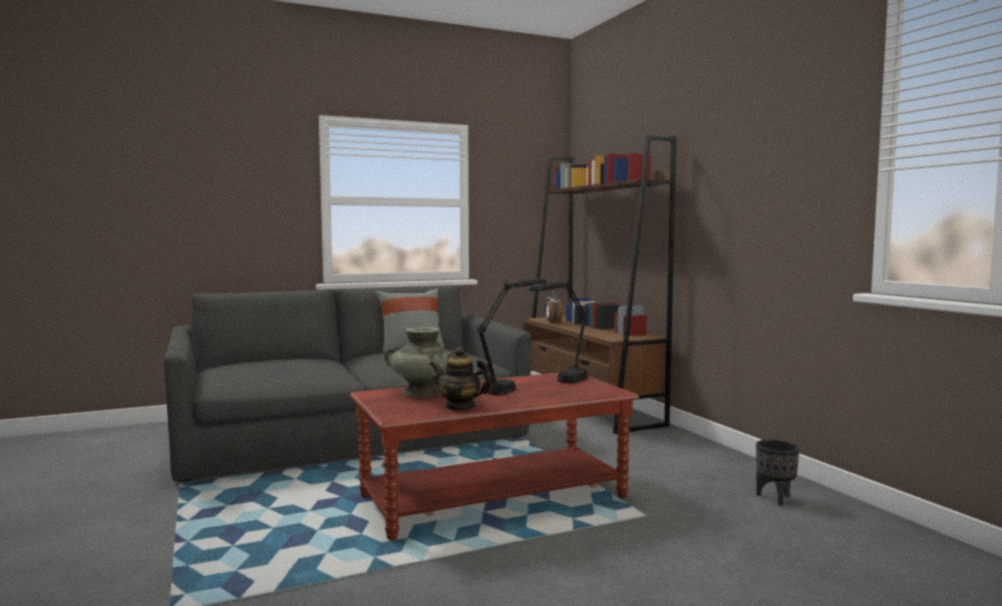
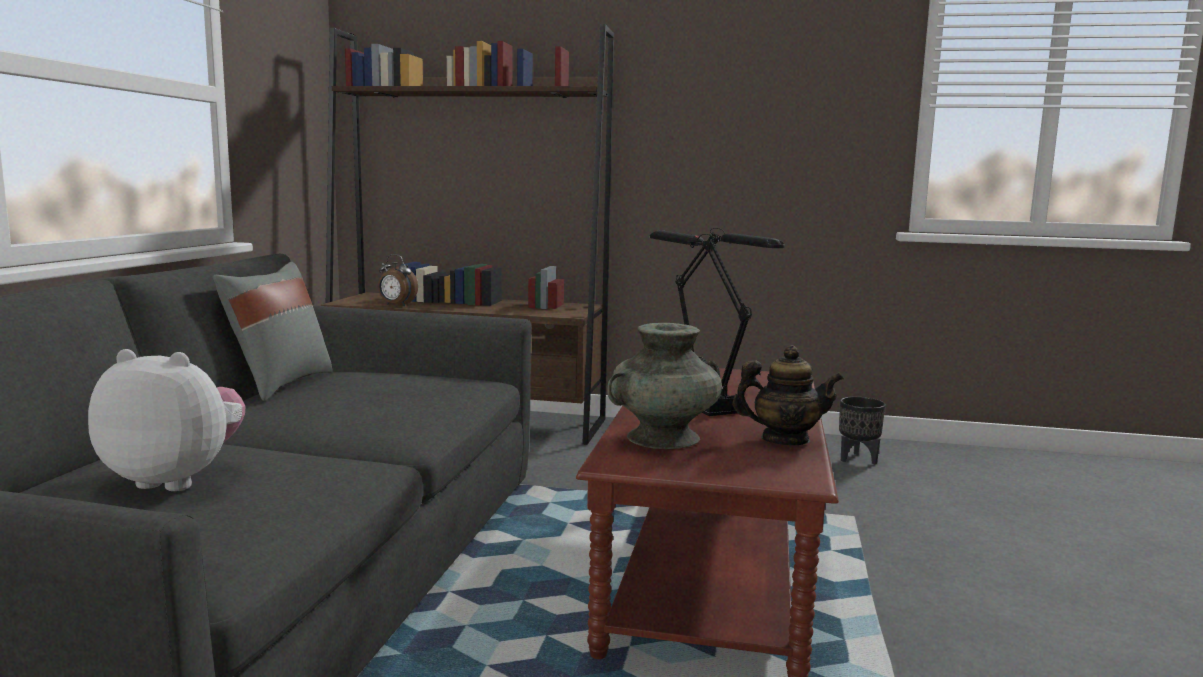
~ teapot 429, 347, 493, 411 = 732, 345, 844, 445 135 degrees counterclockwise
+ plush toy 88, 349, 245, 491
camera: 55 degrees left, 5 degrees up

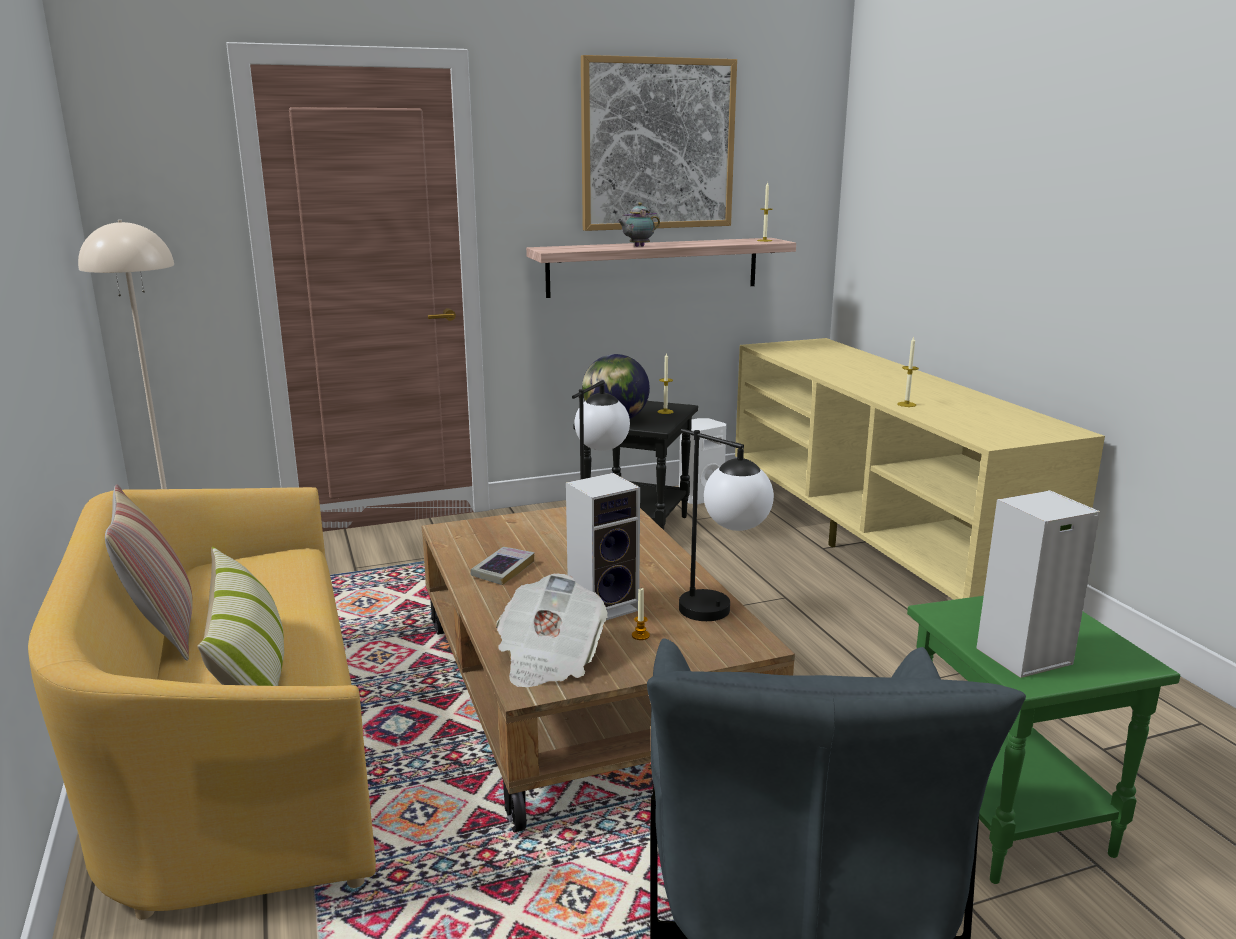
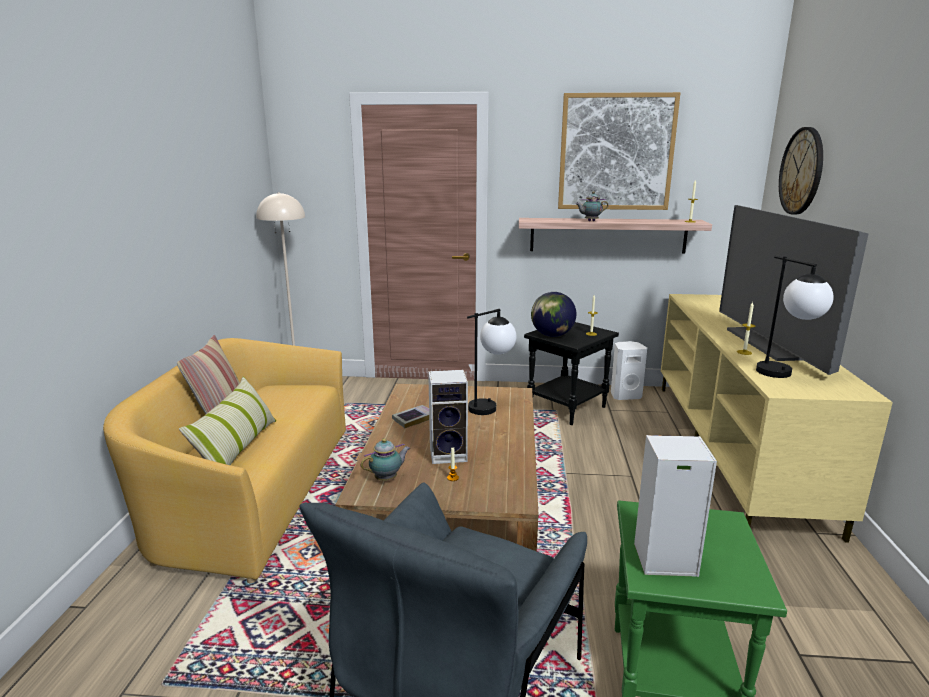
~ newspaper 496, 573, 608, 687 to teapot 361, 438, 410, 481
~ table lamp 679, 428, 774, 621 to 756, 256, 834, 378
+ television 719, 205, 869, 375
+ wall clock 779, 127, 823, 215
camera: 25 degrees right, 0 degrees up

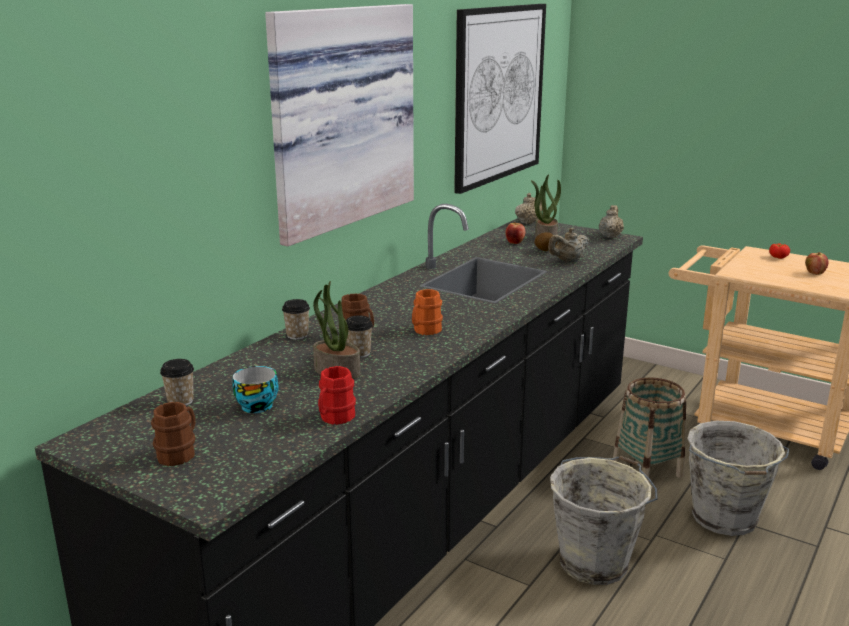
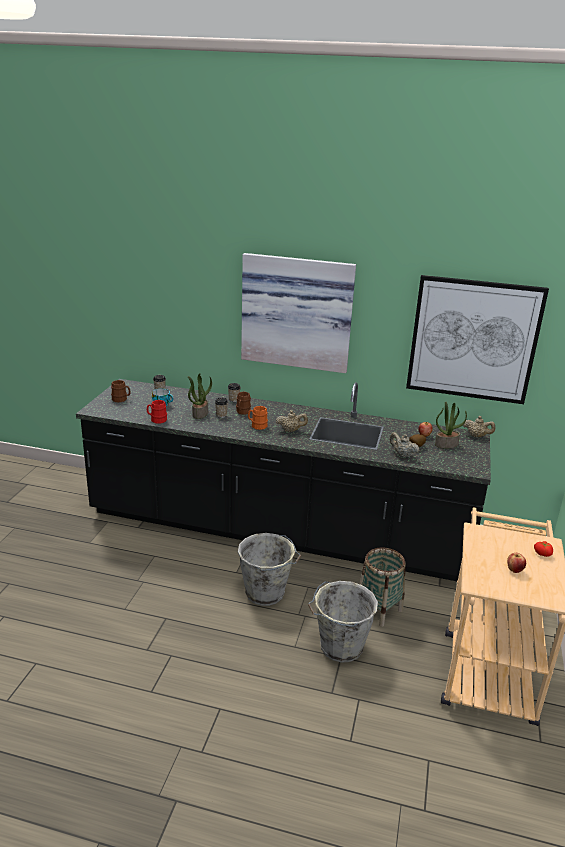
~ beige teapot 599, 205, 624, 238 to 276, 410, 308, 432
camera: 70 degrees right, 5 degrees up

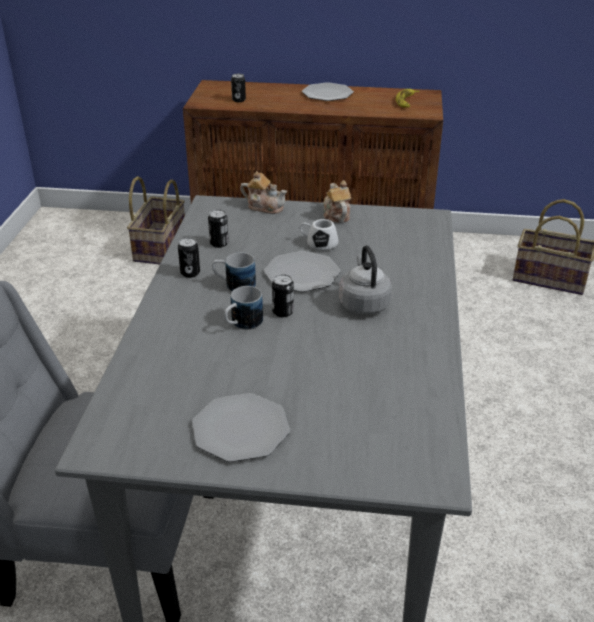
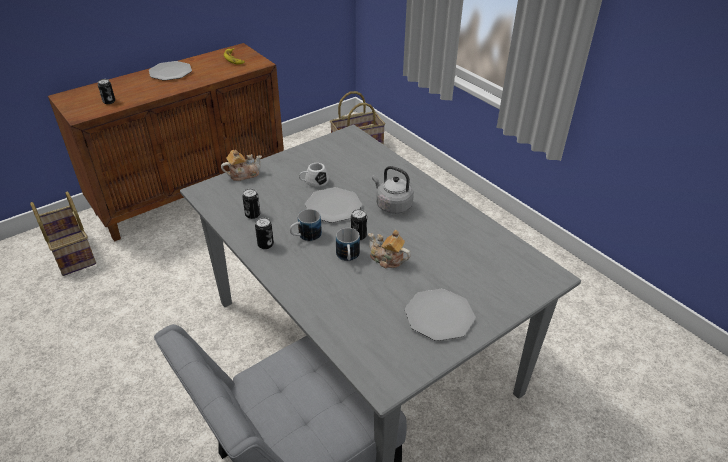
~ teapot 323, 180, 351, 223 to 368, 230, 411, 268
camera: 45 degrees left, 5 degrees up

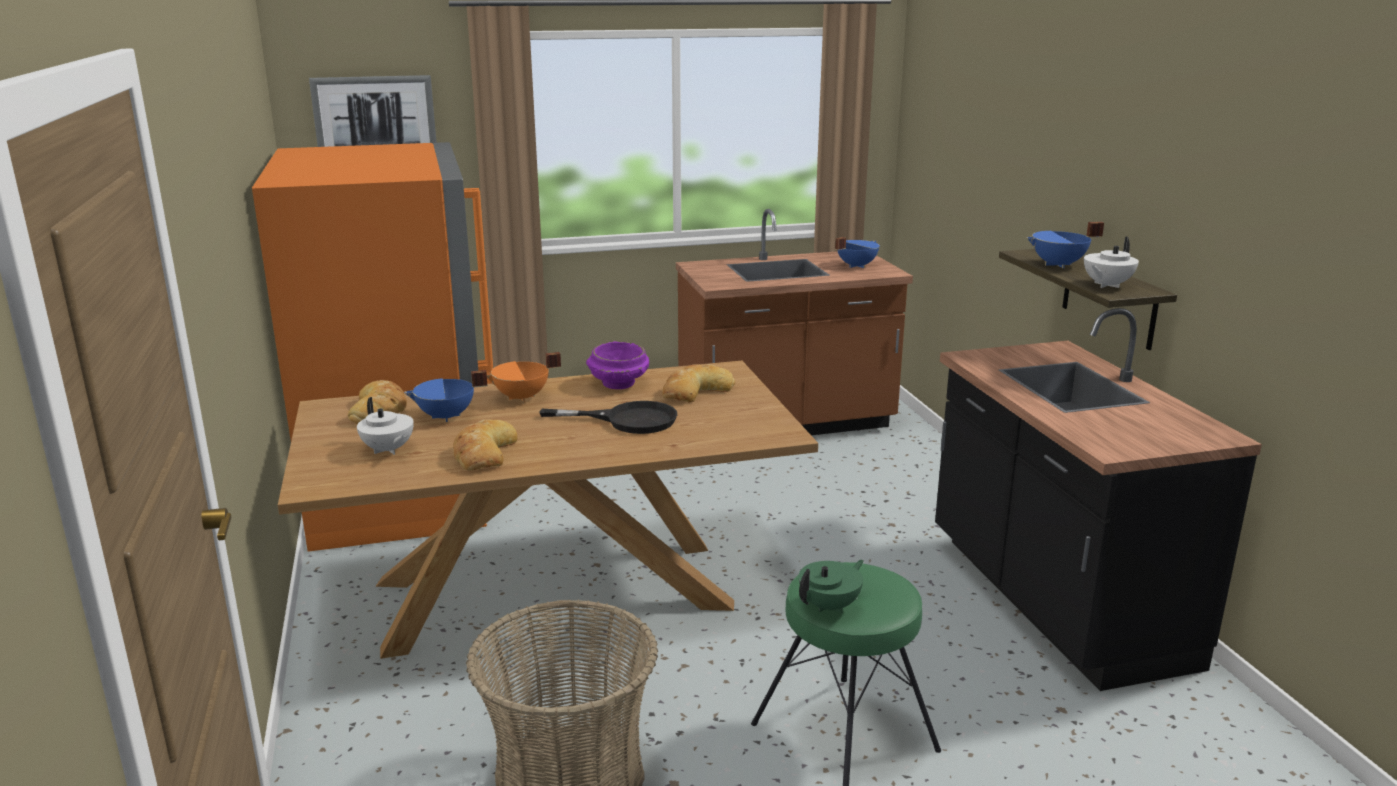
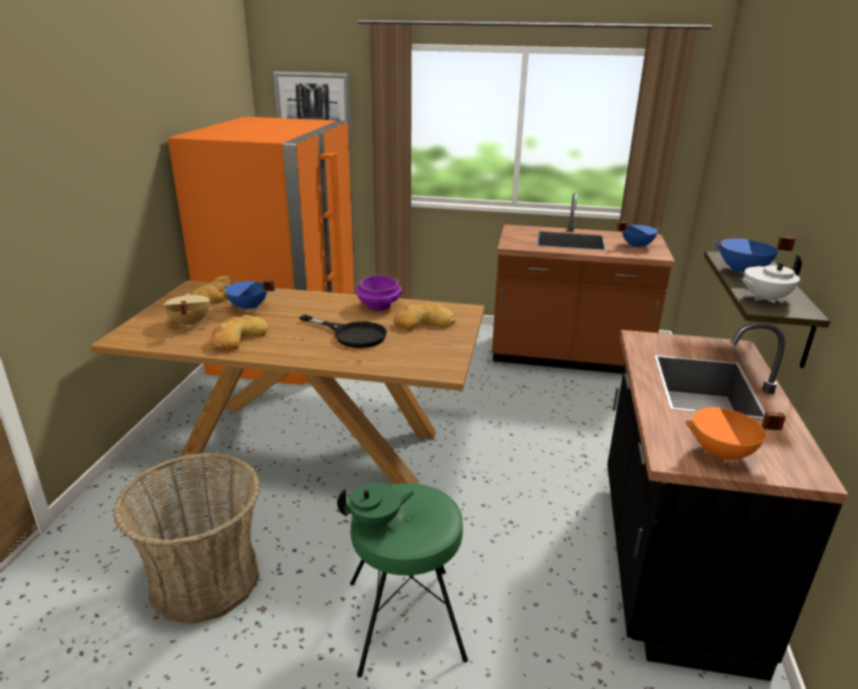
~ white teapot 357, 397, 414, 455 to beige cooking pot 163, 293, 210, 327
~ orange cooking pot 487, 352, 561, 402 to 684, 407, 786, 463
camera: 25 degrees right, 5 degrees up

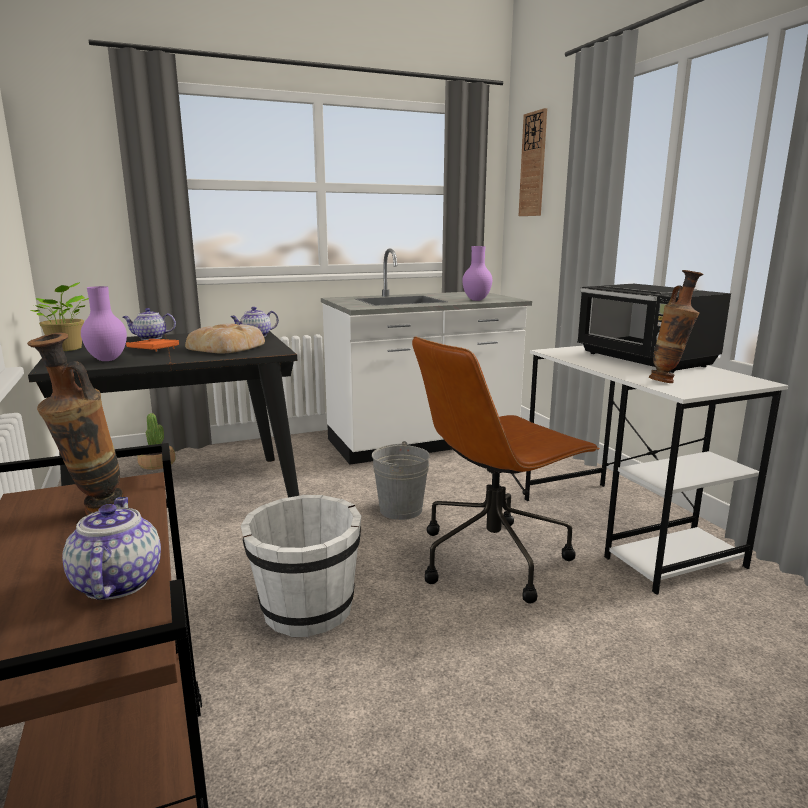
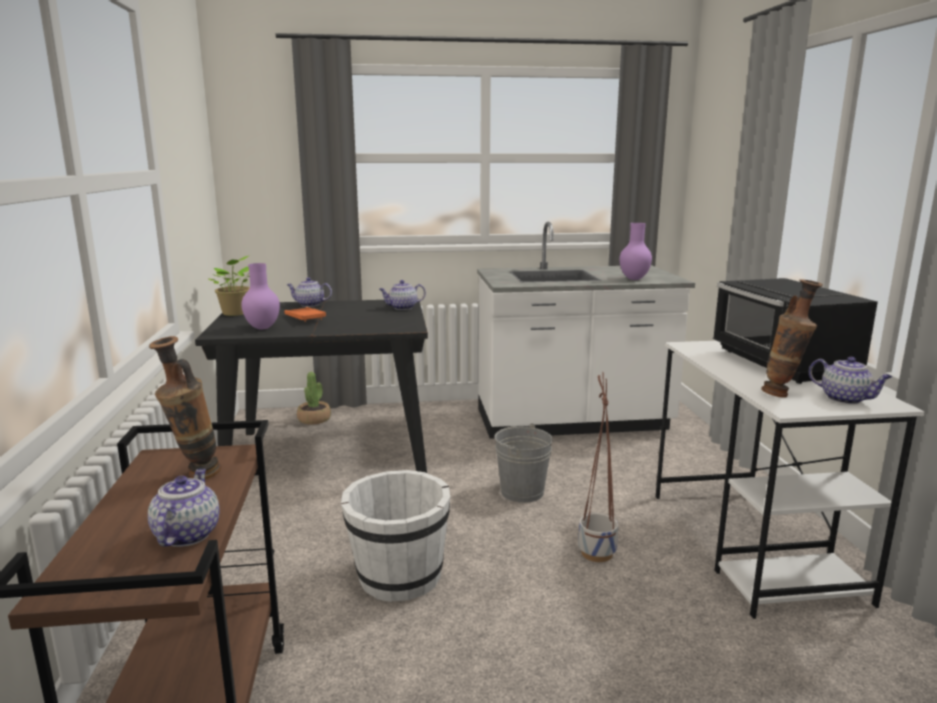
- bread 185, 324, 265, 354
~ brown office chair 412, 336, 600, 604 to planter 578, 372, 618, 562
- wall clock 519, 108, 547, 216
+ teapot 809, 357, 892, 404
camera: 15 degrees right, 0 degrees up

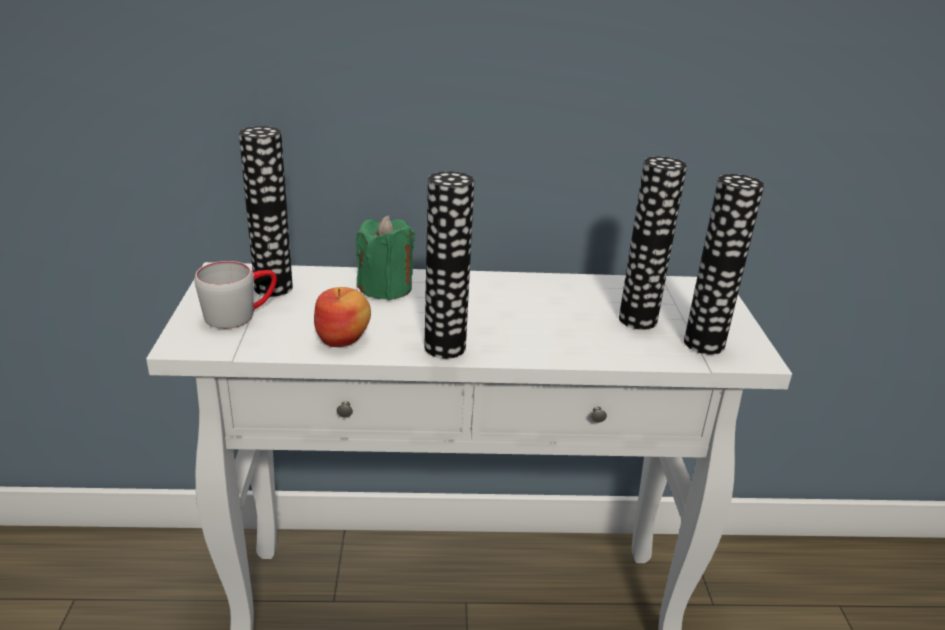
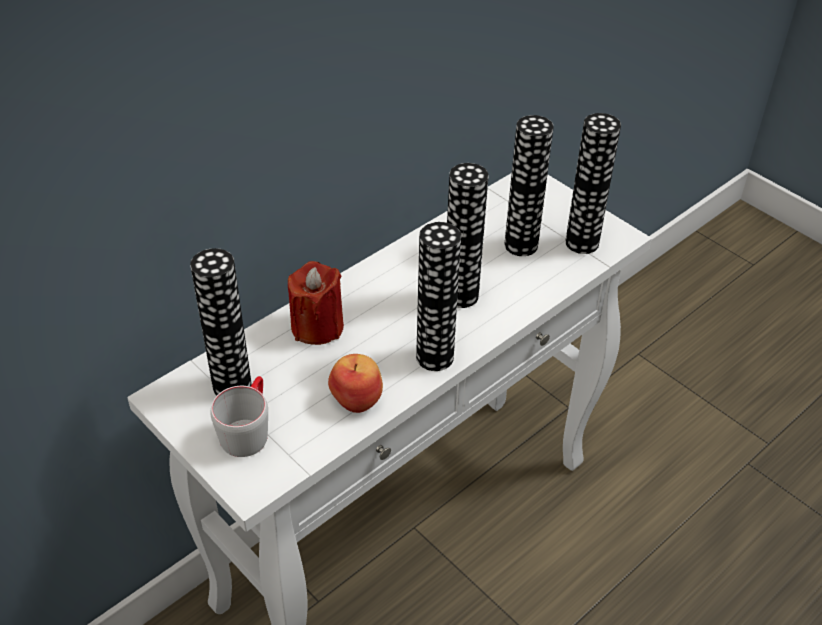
~ green candle 356, 215, 415, 300 to red candle 288, 261, 344, 345
+ vase 447, 163, 489, 308
camera: 40 degrees left, 15 degrees up

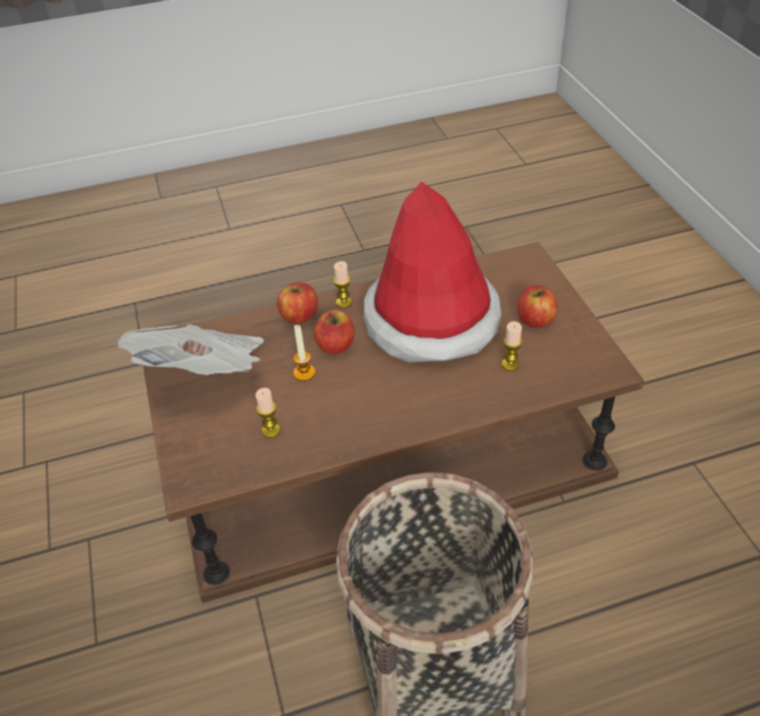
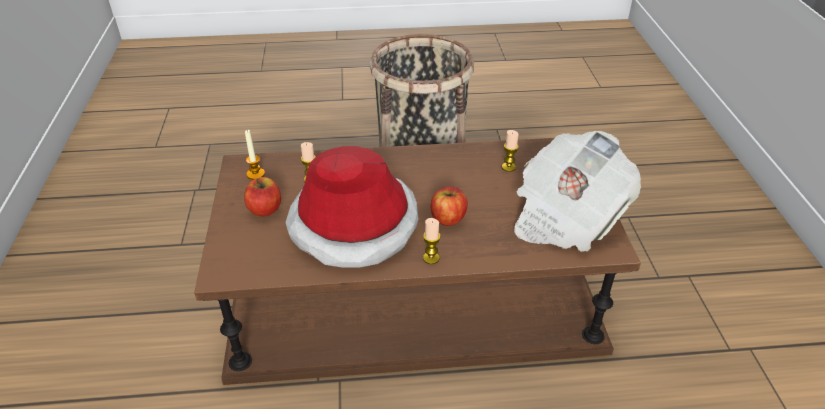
- apple 277, 282, 318, 324
~ candle 293, 325, 316, 381 to 245, 130, 265, 180
camera: 170 degrees left, 5 degrees down

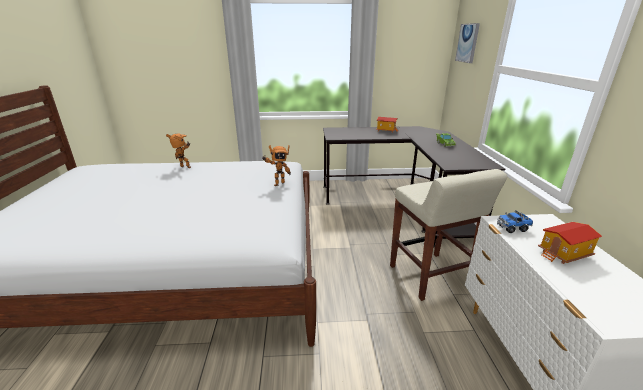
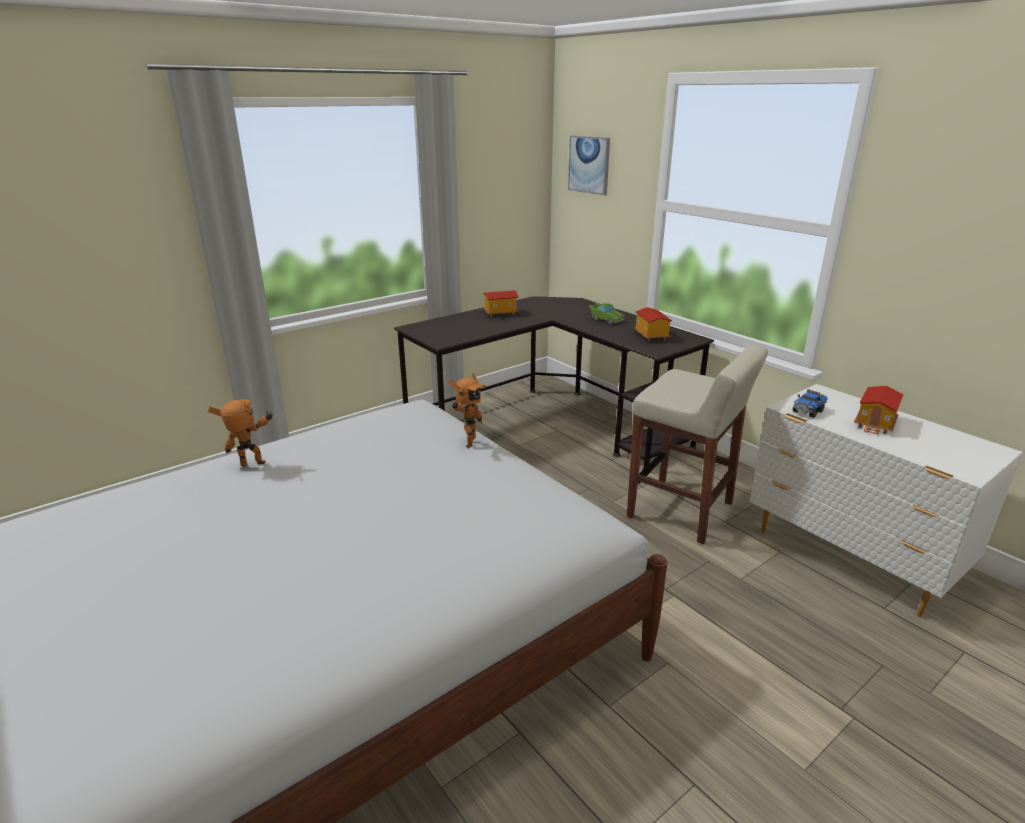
+ toy house 634, 307, 672, 341
camera: 35 degrees left, 0 degrees up

